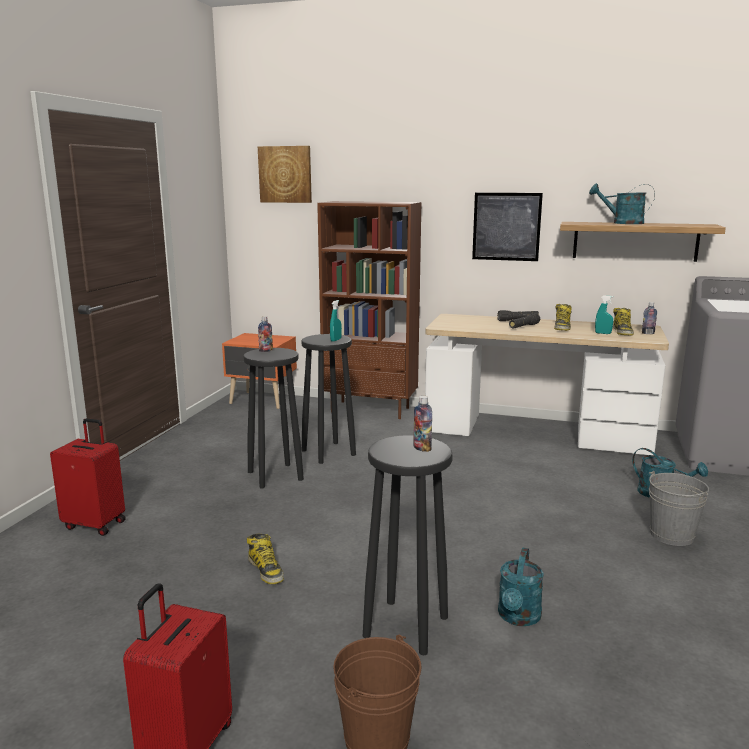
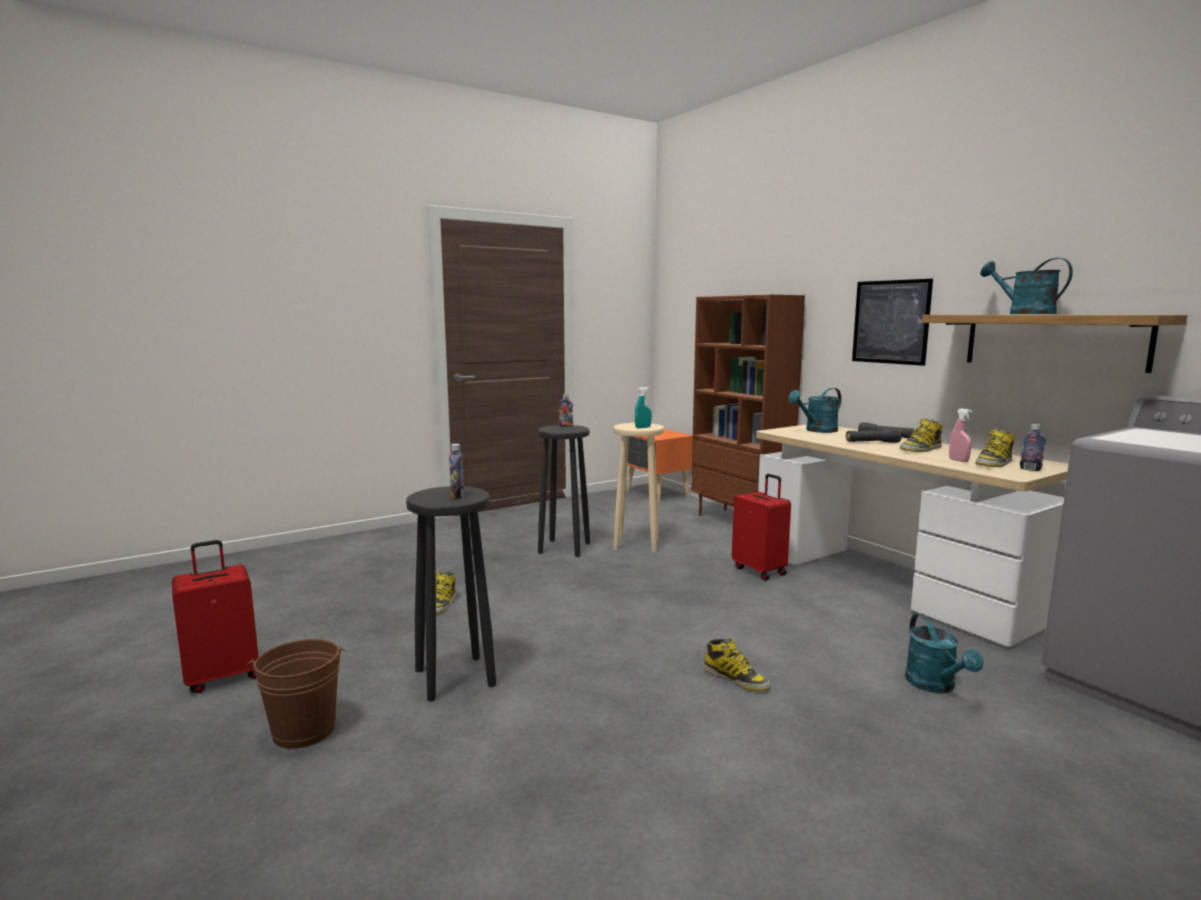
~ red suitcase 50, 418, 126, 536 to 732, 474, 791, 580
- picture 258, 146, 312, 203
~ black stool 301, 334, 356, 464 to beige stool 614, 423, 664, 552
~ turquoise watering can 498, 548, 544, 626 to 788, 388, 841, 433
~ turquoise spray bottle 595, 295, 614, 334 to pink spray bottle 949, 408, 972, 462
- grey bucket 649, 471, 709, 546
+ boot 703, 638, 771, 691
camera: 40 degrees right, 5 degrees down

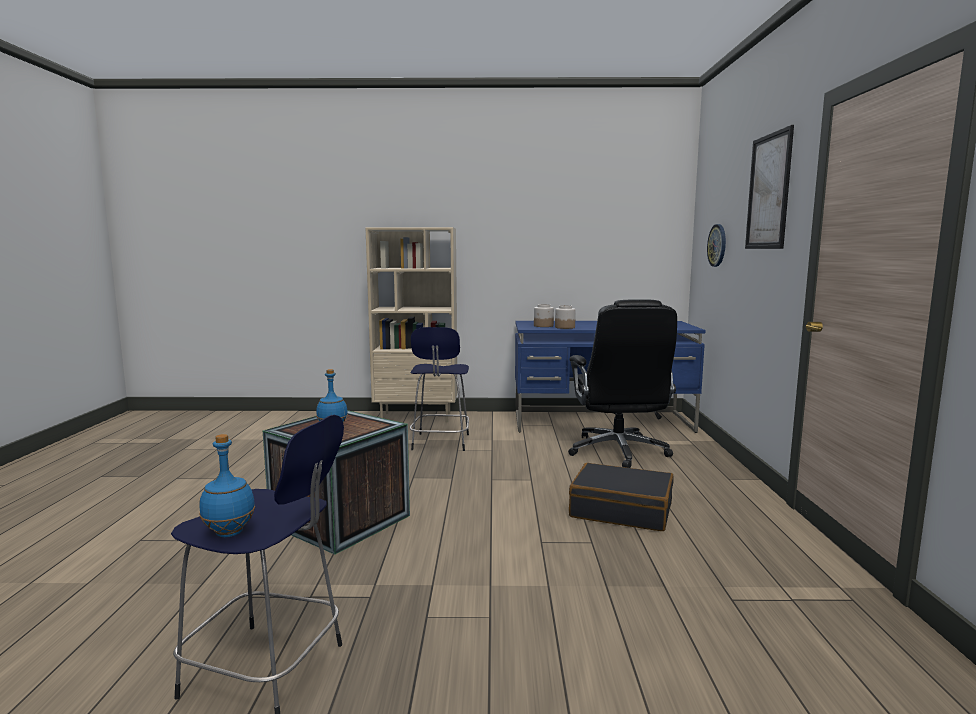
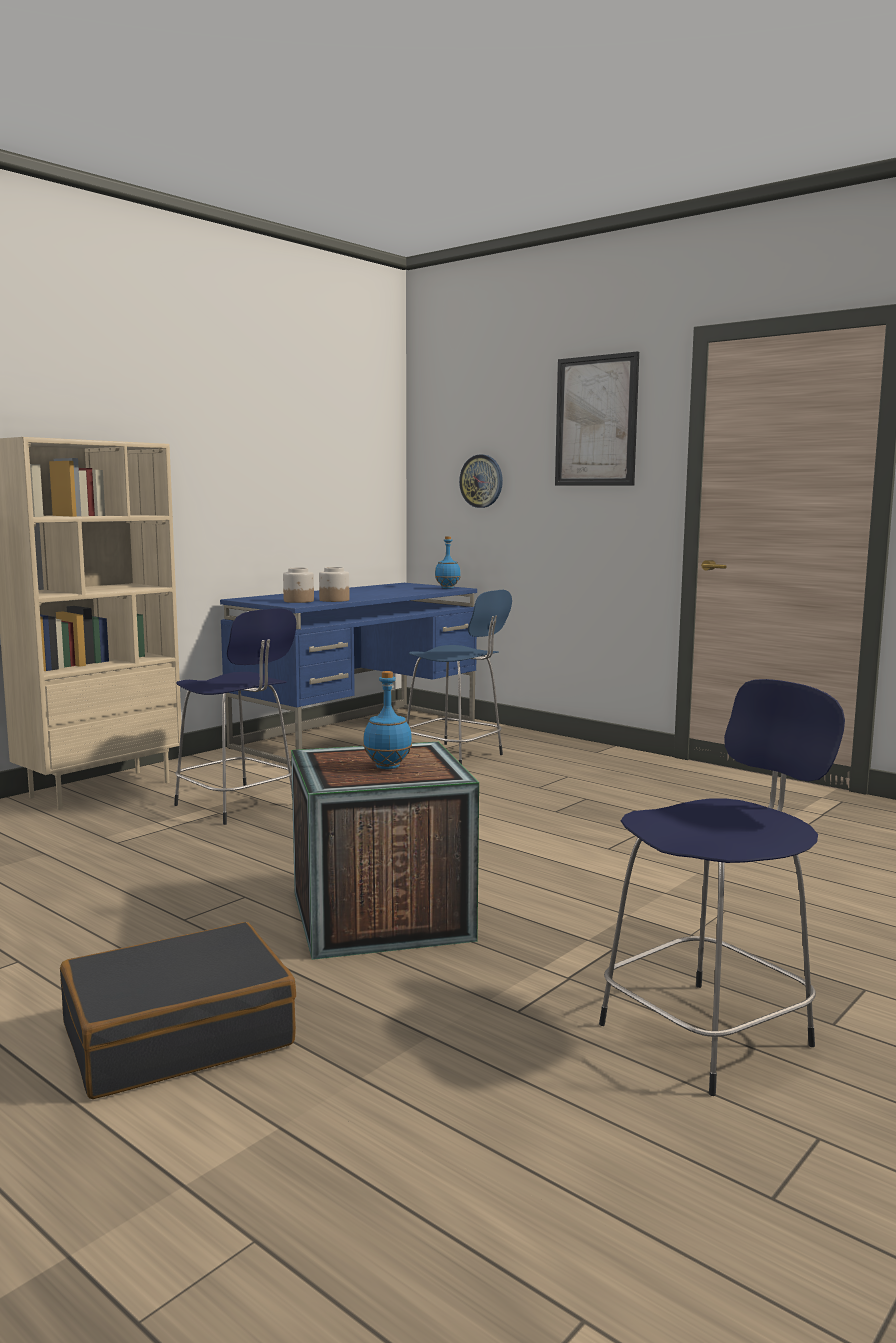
~ blue bottle 199, 434, 255, 537 to 435, 536, 461, 589
~ black office chair 568, 299, 677, 468 to blue stool 407, 590, 512, 764
~ black suitcase 569, 463, 674, 531 to 60, 922, 296, 1099
camera: 50 degrees left, 0 degrees up

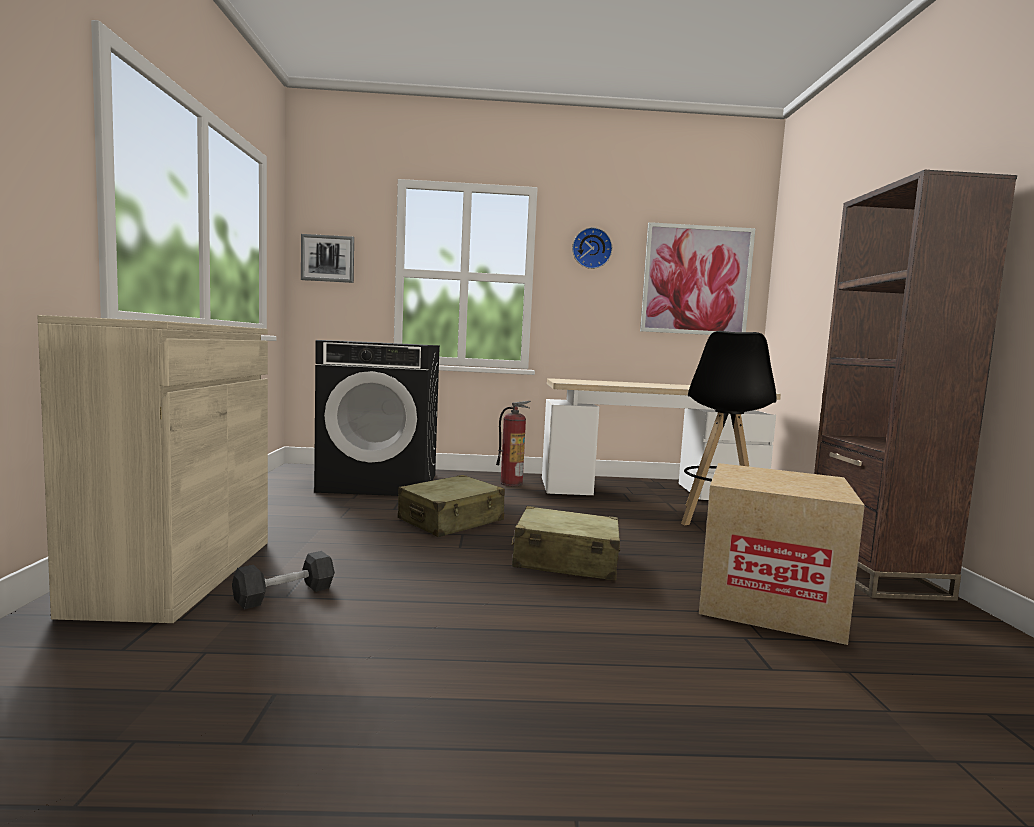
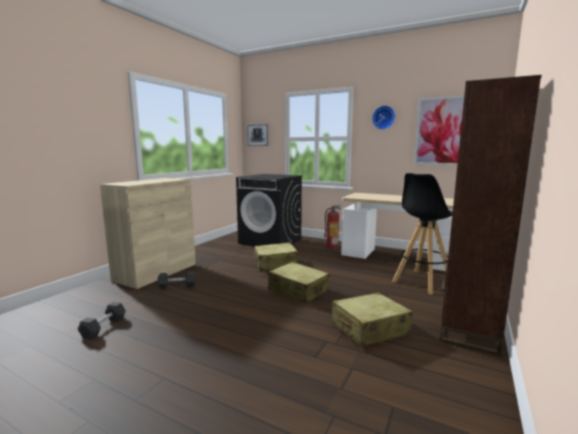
~ cardboard box 699, 463, 865, 645 to beige suitcase 331, 292, 413, 347
+ black dumbbell 78, 302, 126, 339
camera: 30 degrees right, 5 degrees up

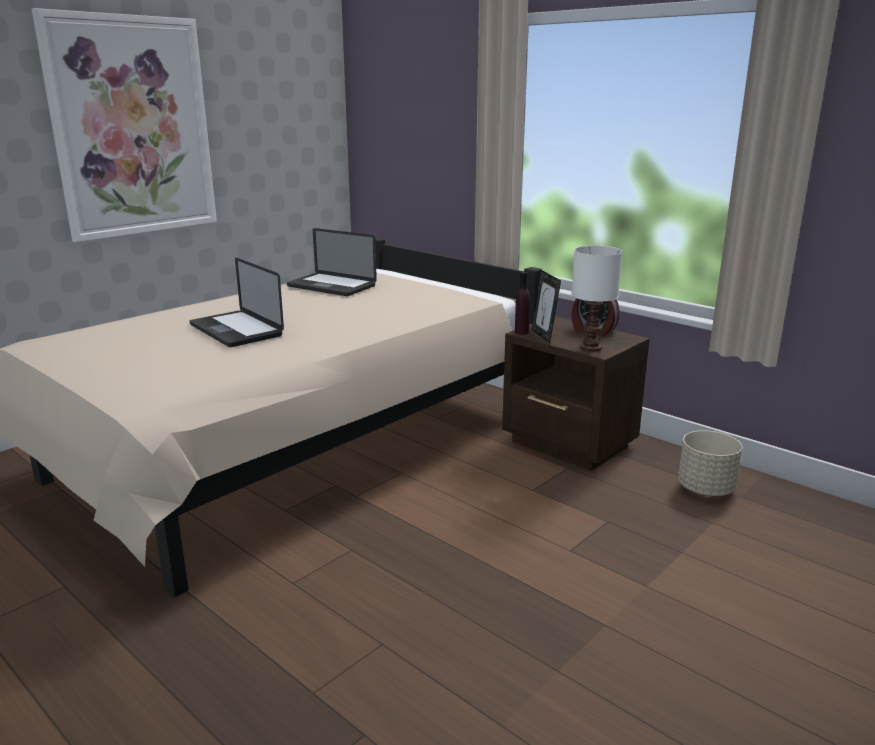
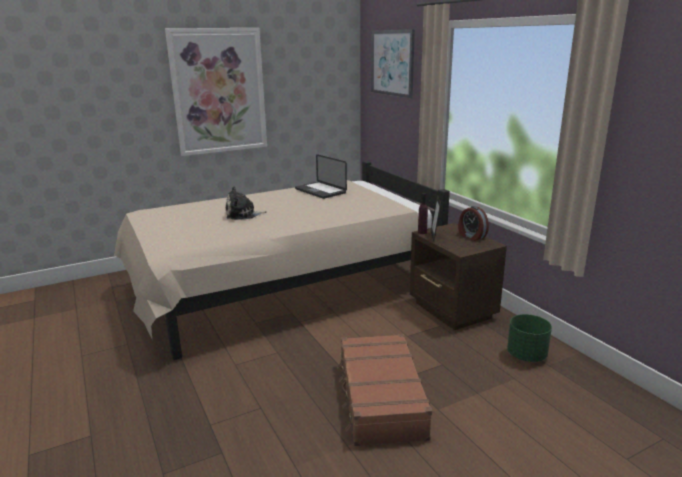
~ laptop 189, 258, 284, 347 to plush toy 225, 186, 267, 220
- white table lamp 571, 245, 623, 352
~ beige planter 678, 431, 742, 496 to green planter 507, 314, 552, 362
+ brown suitcase 337, 334, 432, 446
+ picture 371, 29, 415, 98
camera: 20 degrees right, 0 degrees up

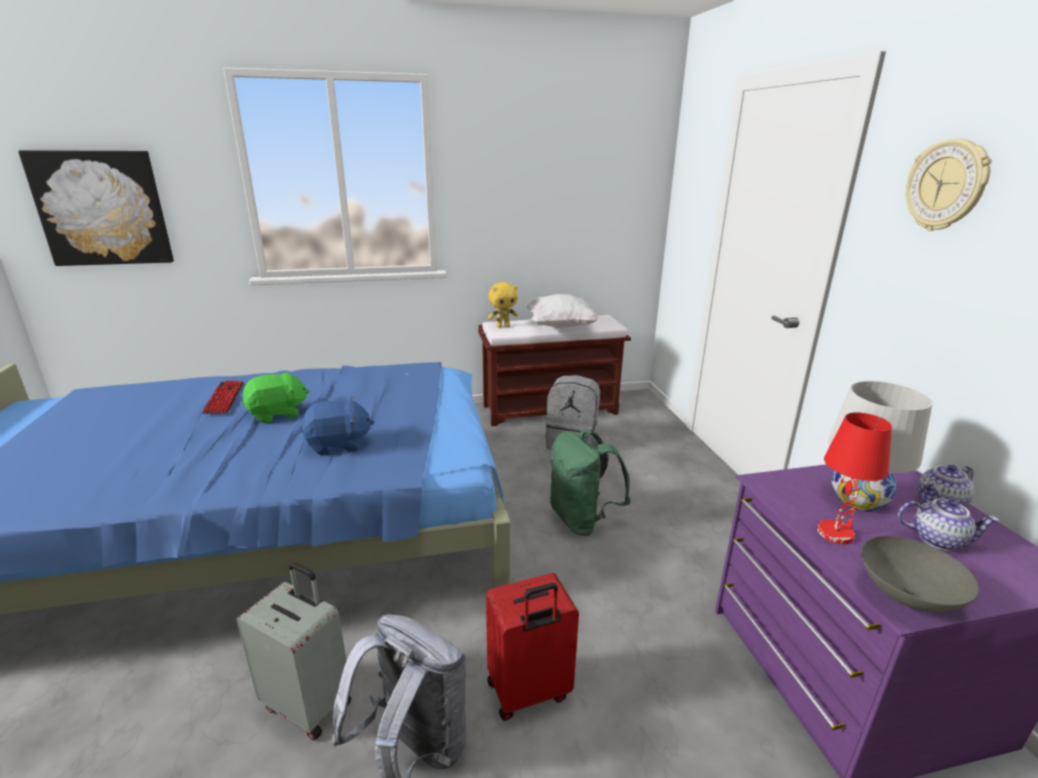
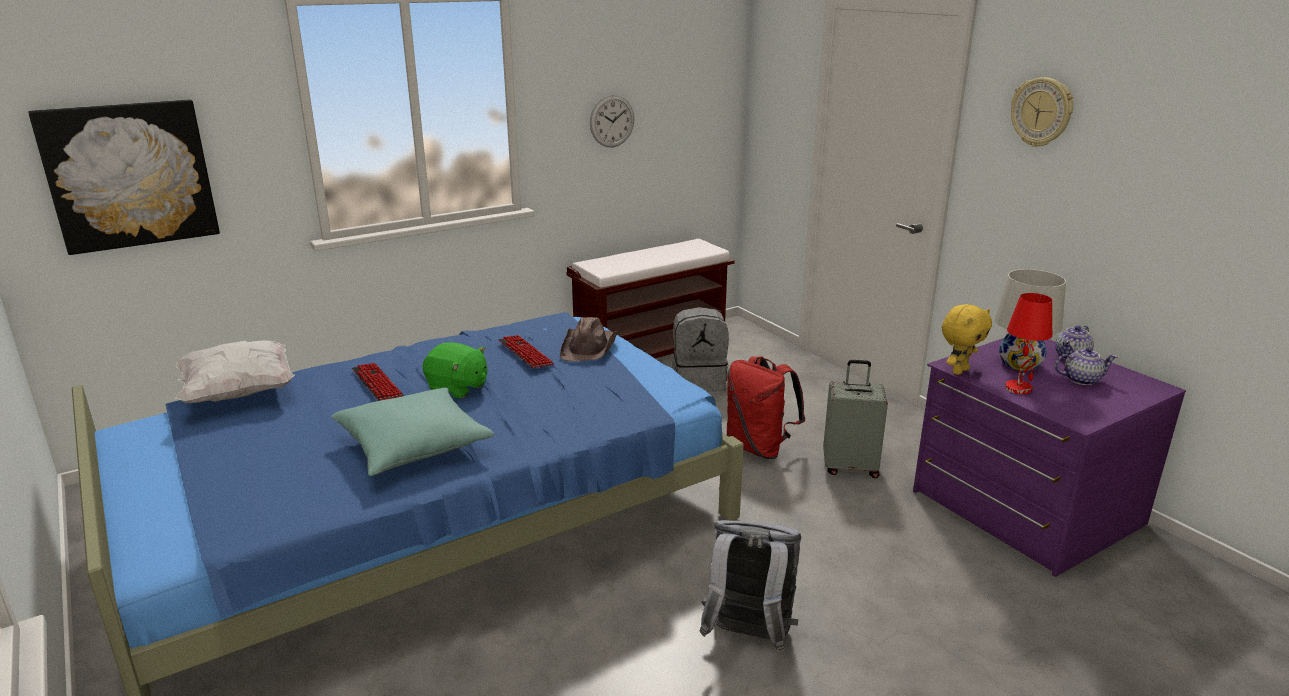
~ grey suitcase 237, 562, 351, 741 to 823, 360, 888, 478
~ green plush toy 242, 371, 309, 424 = 423, 342, 487, 399 75 degrees clockwise
- blue plush toy 301, 397, 374, 456
- red suitcase 486, 573, 579, 721
~ yellow plush toy 488, 282, 518, 328 to 942, 304, 992, 375
~ white pillow 525, 294, 600, 328 to 175, 340, 295, 404
~ green backpack 550, 430, 631, 536 to red backpack 727, 356, 805, 459
- grey bowl 861, 536, 979, 612
+ turquoise pillow 331, 387, 494, 476
+ keyboard 498, 335, 554, 368
+ brown hat 560, 317, 619, 361
+ wall clock 590, 95, 634, 147
camera: 20 degrees left, 0 degrees up

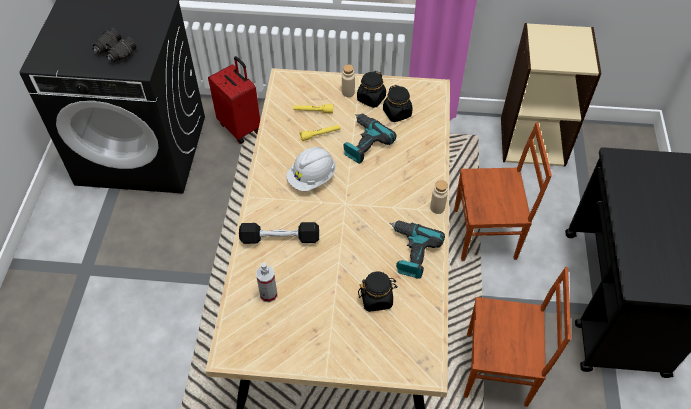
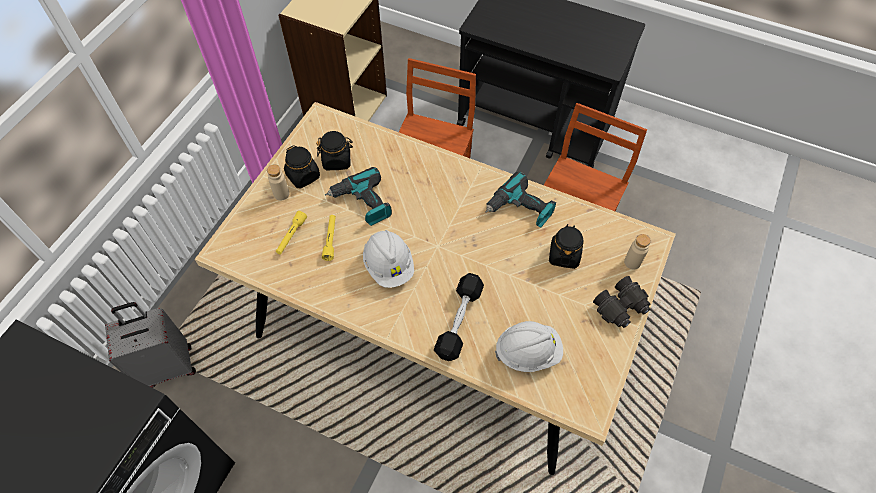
~ black binoculars 92, 28, 137, 62 to 593, 276, 650, 328
~ red suitcase 208, 56, 260, 144 to grey suitcase 105, 302, 196, 388
~ spray bottle 256, 263, 278, 303 to white hard hat 495, 321, 563, 372
~ beige bottle 430, 180, 448, 214 to 624, 234, 651, 270
camera: 70 degrees left, 5 degrees up

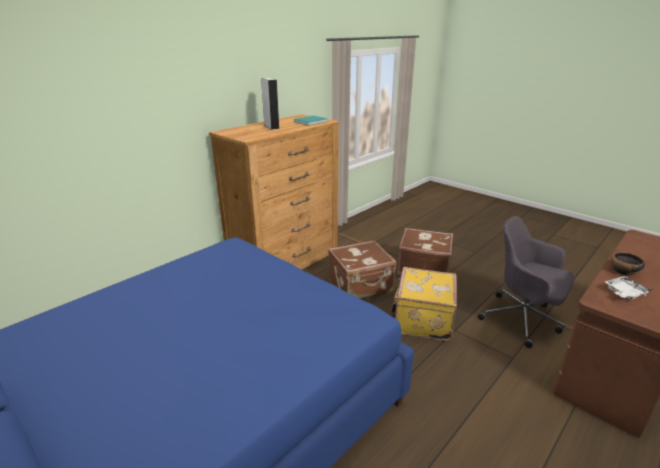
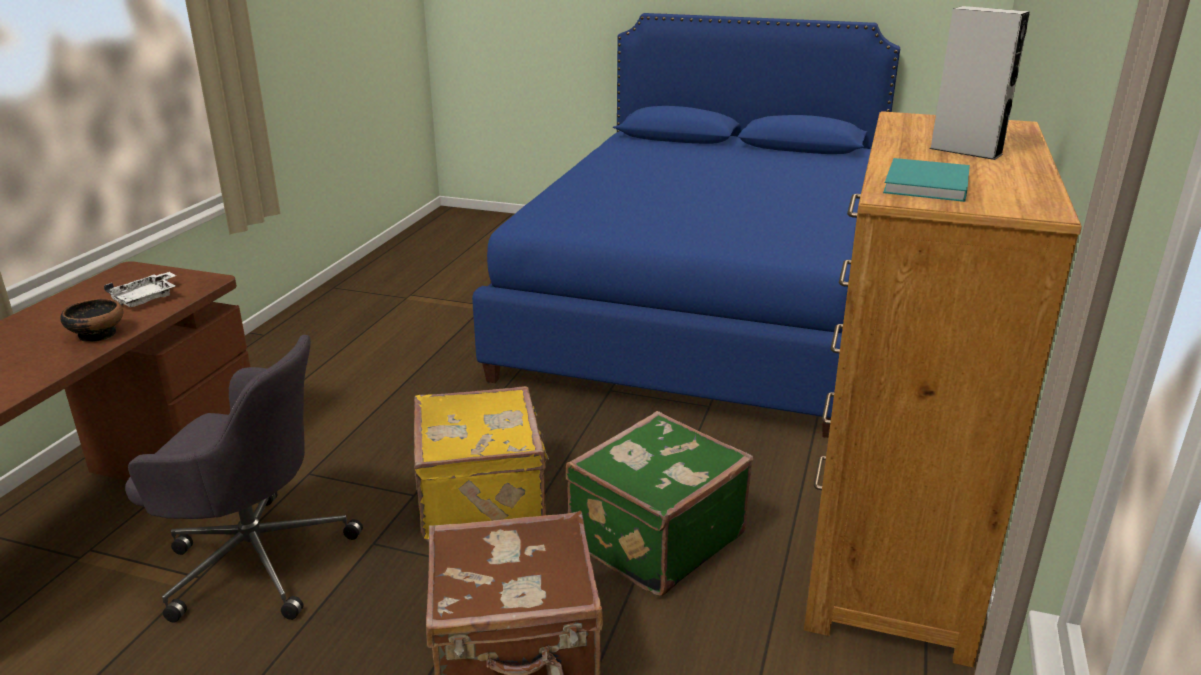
~ brown suitcase 328, 240, 397, 299 to green suitcase 566, 411, 753, 597
camera: 155 degrees right, 0 degrees up

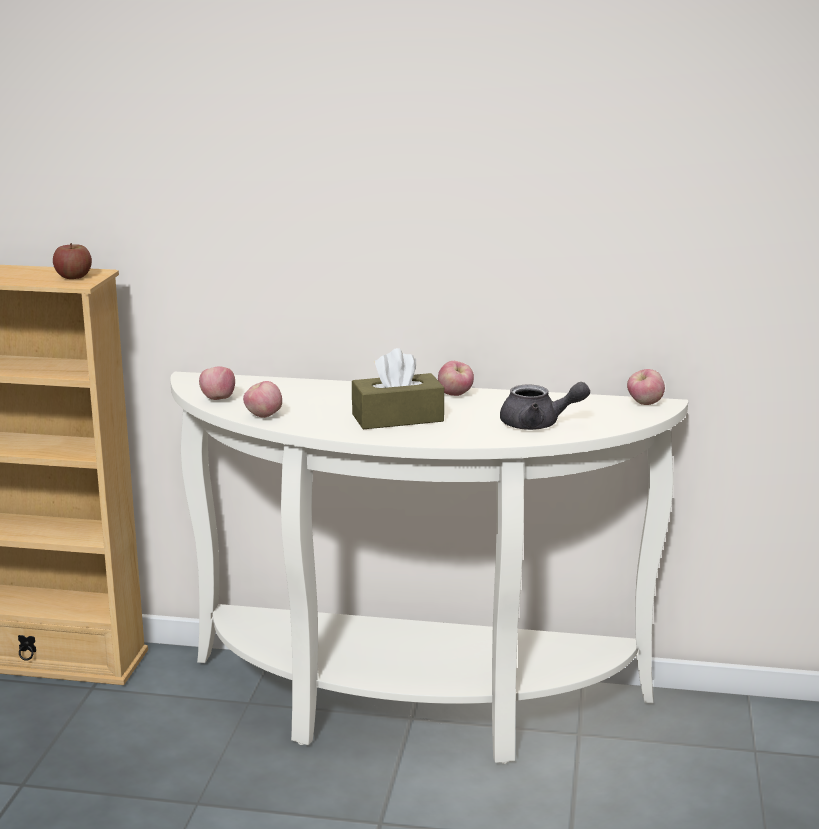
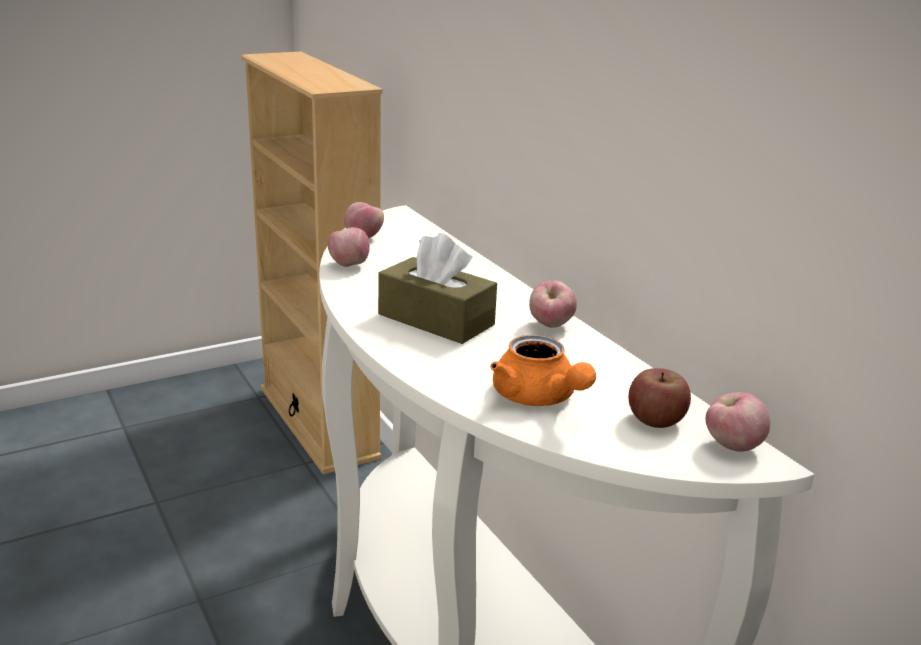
~ apple 53, 243, 92, 279 to 629, 368, 691, 428
~ grey teapot 500, 382, 590, 430 to orange teapot 490, 335, 596, 406
camera: 50 degrees right, 5 degrees up

